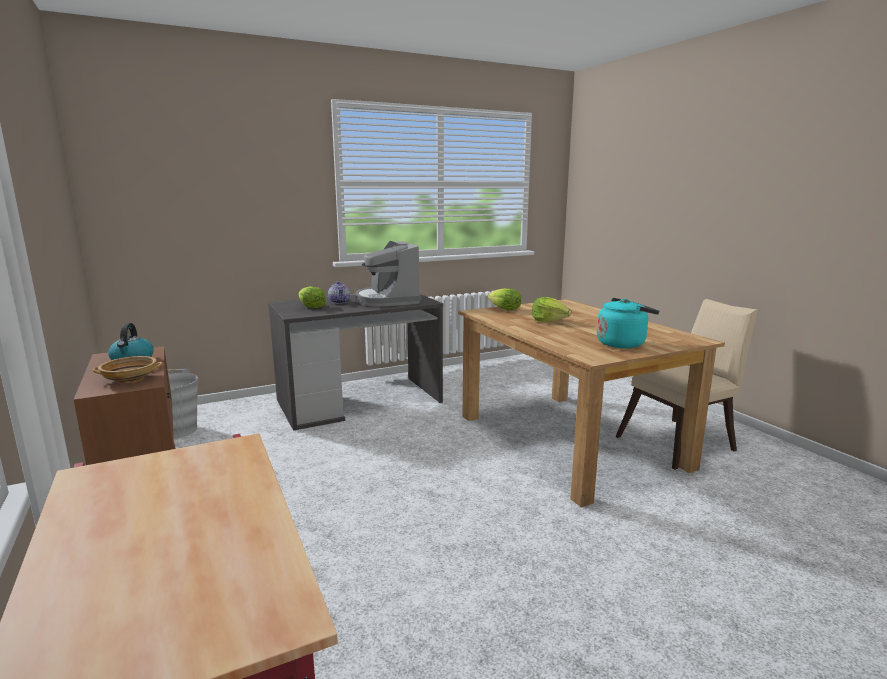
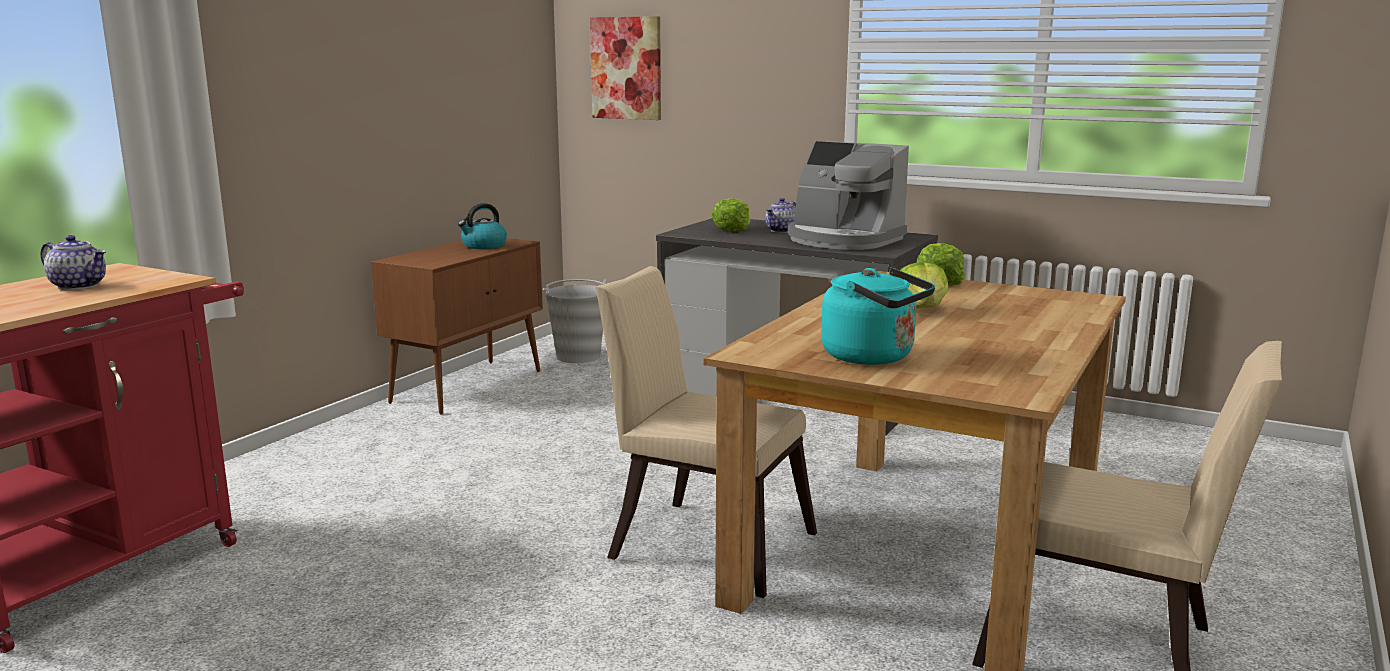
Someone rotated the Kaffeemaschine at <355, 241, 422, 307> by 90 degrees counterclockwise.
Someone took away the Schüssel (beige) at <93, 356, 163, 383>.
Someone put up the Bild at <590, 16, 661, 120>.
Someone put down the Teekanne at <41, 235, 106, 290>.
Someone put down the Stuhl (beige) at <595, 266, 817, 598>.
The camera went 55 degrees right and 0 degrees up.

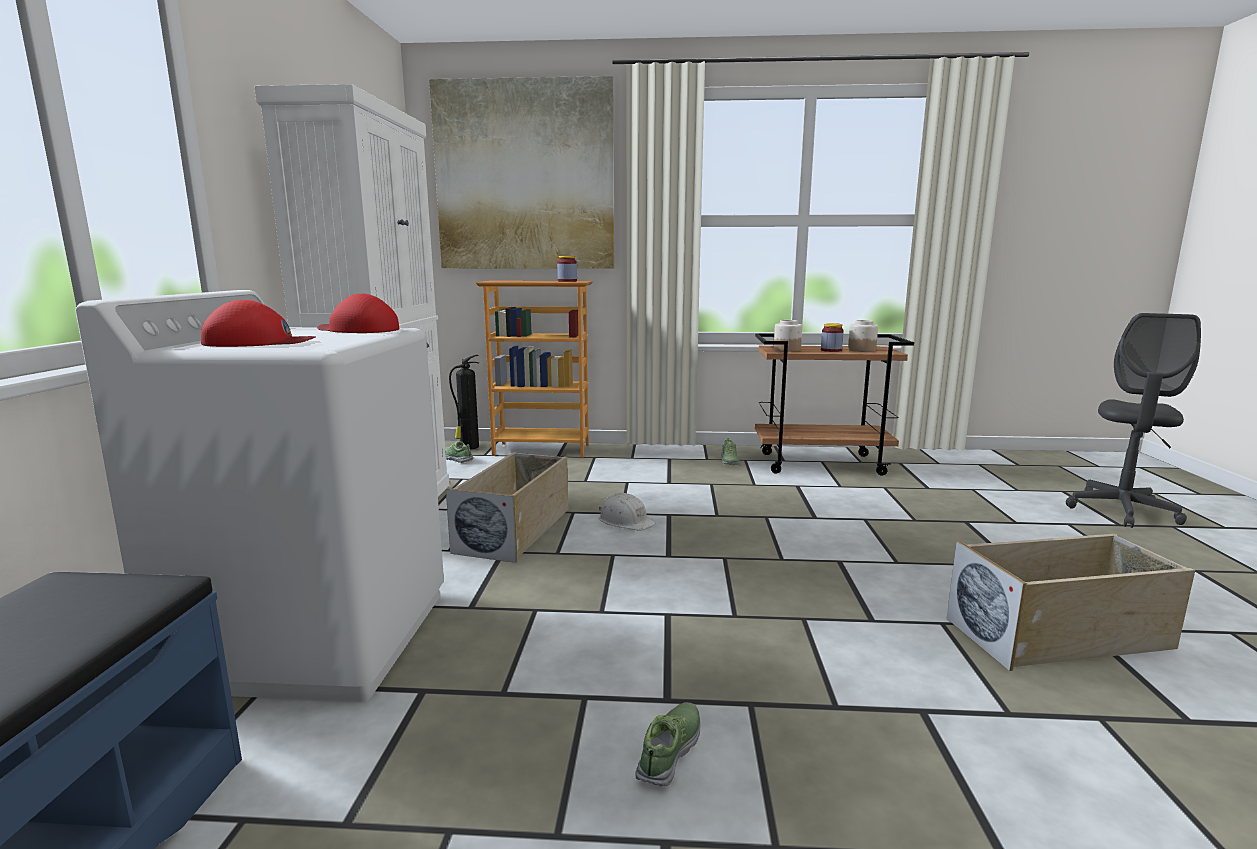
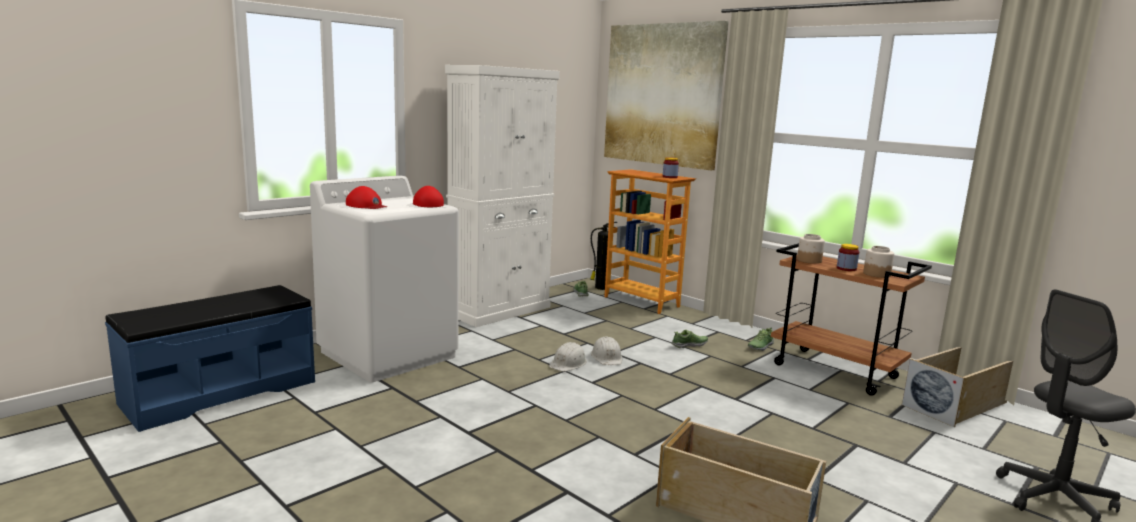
Someone carried the Aufbewahrungsbox (beige) from <446, 452, 568, 563> to <902, 347, 1013, 427>.
Someone carried the Schuh from <635, 702, 701, 787> to <671, 330, 708, 348>.
Someone put down the Schutzhelm (weiß) at <549, 342, 587, 371>.
The camera went 40 degrees right and 0 degrees up.

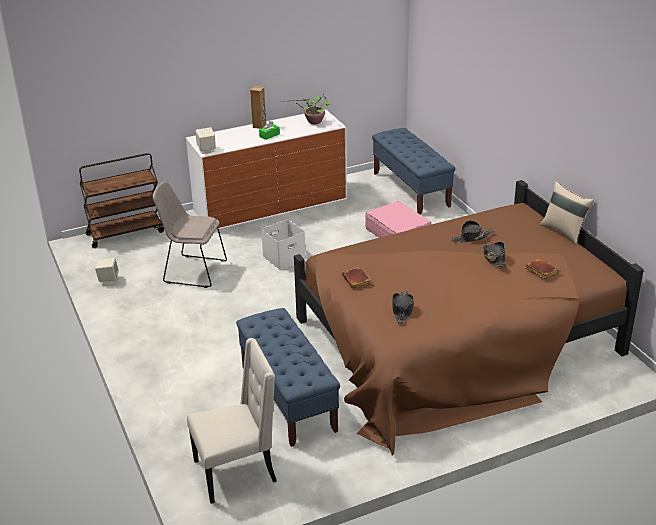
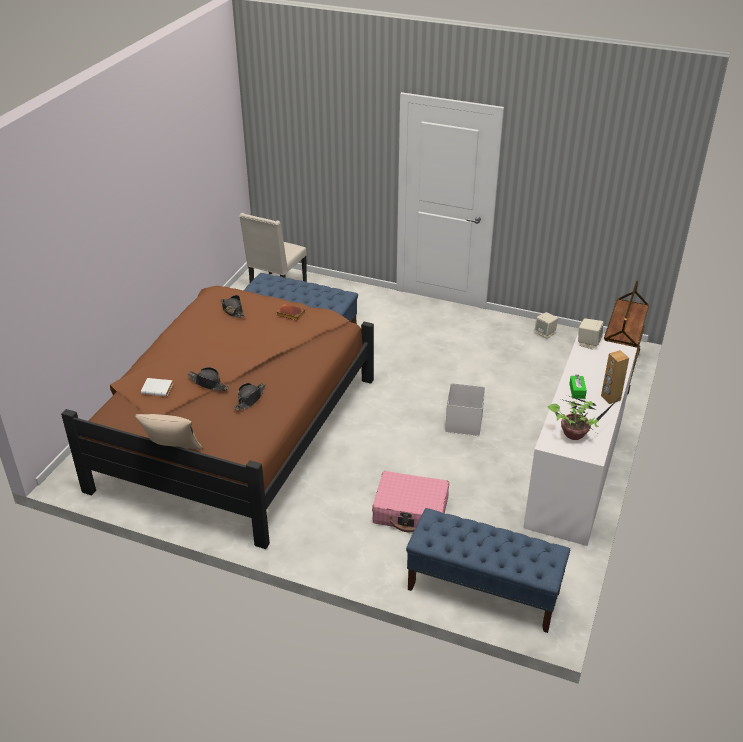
Someone took away the Stuhl (beige) at <153, 181, 227, 288>.
Someone repainted the Buch (braun) at <526, 259, 559, 279>, which became the Buch (weiß) at <141, 378, 173, 396>.
The camera went 135 degrees right and 5 degrees up.

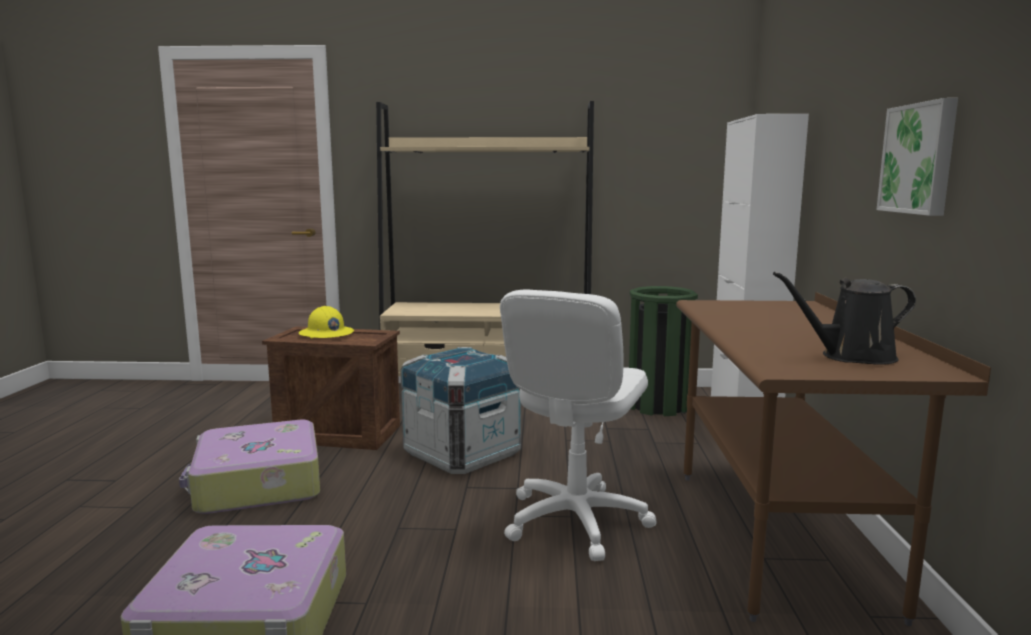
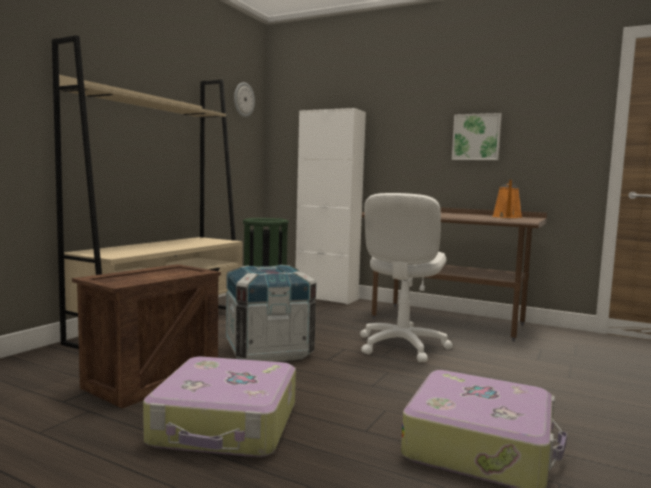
Someone repainted the Gießkanne (schwarz) at <773, 272, 916, 365>, which became the Gießkanne (orange) at <492, 179, 523, 218>.
Someone rotated the Bürostuhl (weiß) at <500, 289, 657, 561> by 60 degrees clockwise.
Someone took away the Schutzhelm (gelb) at <299, 306, 354, 338>.
Someone put up the Wanduhr at <234, 82, 255, 117>.
The camera went 65 degrees left and 5 degrees down.

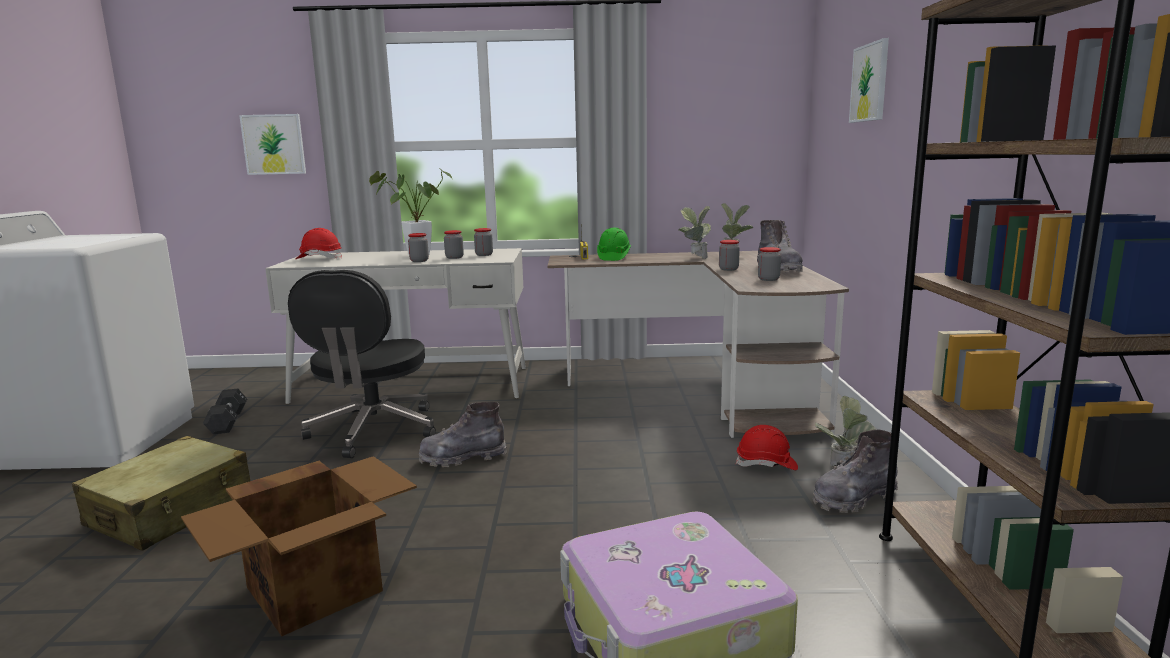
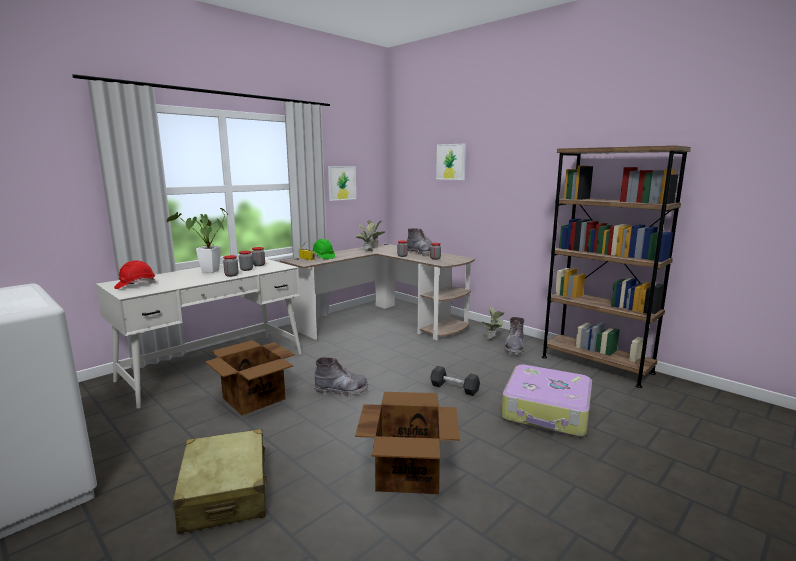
Someone carried the Bild from <239, 114, 306, 175> to <328, 166, 356, 201>.
Someone swapped the Bürostuhl (schwarz) at <288, 270, 436, 458> for the Karton at <205, 340, 295, 415>.
Someone carried the Hantel (schwarz) from <203, 389, 247, 434> to <430, 366, 480, 396>.
Someone rotated the Stiefel (grau) at <419, 401, 507, 467> by 120 degrees counterclockwise.
Someone took away the Schutzhelm (rot) at <736, 425, 798, 470>.
The camera went 45 degrees left and 0 degrees up.

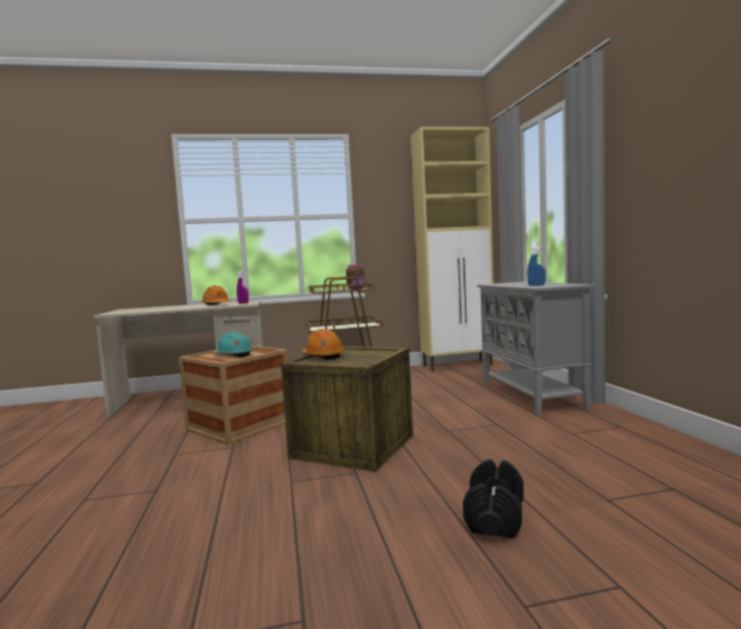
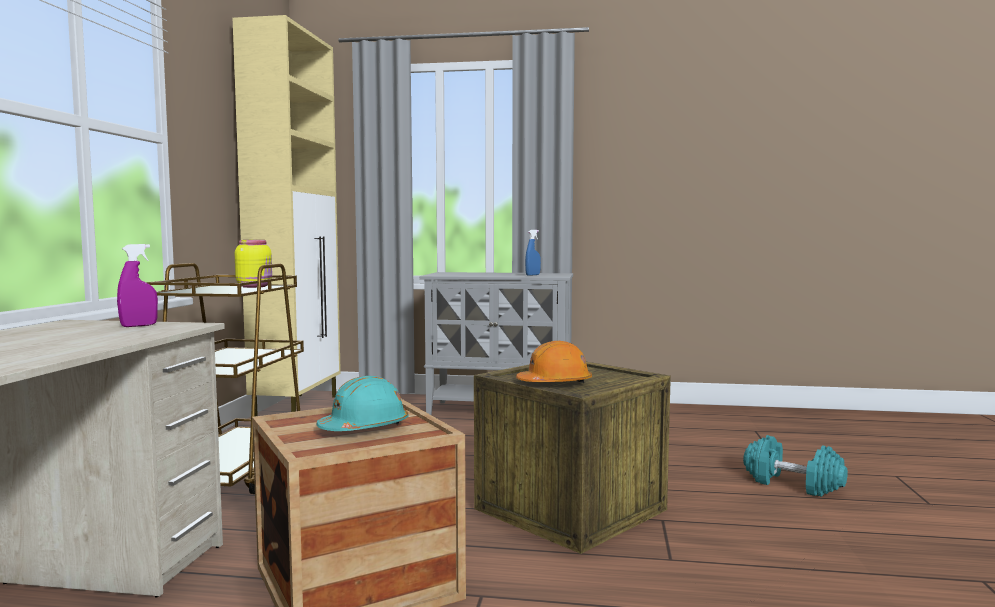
Someone repainted the Vorratsglas (braun) at <346, 264, 365, 290>, which became the Vorratsglas (gelb) at <235, 240, 272, 288>.
Someone took away the Schutzhelm (orange) at <201, 285, 231, 305>.
Someone repainted the Hantel (schwarz) at <463, 459, 524, 538>, which became the Hantel (türkis) at <743, 435, 848, 497>.
The camera went 70 degrees left and 0 degrees up.

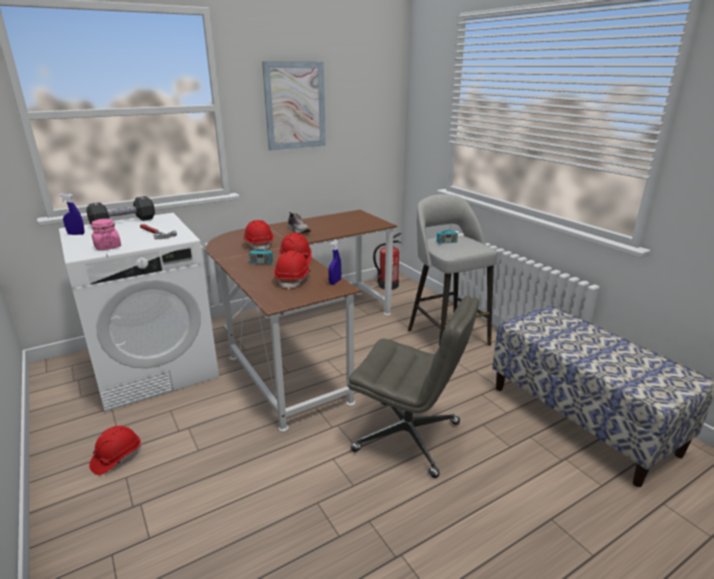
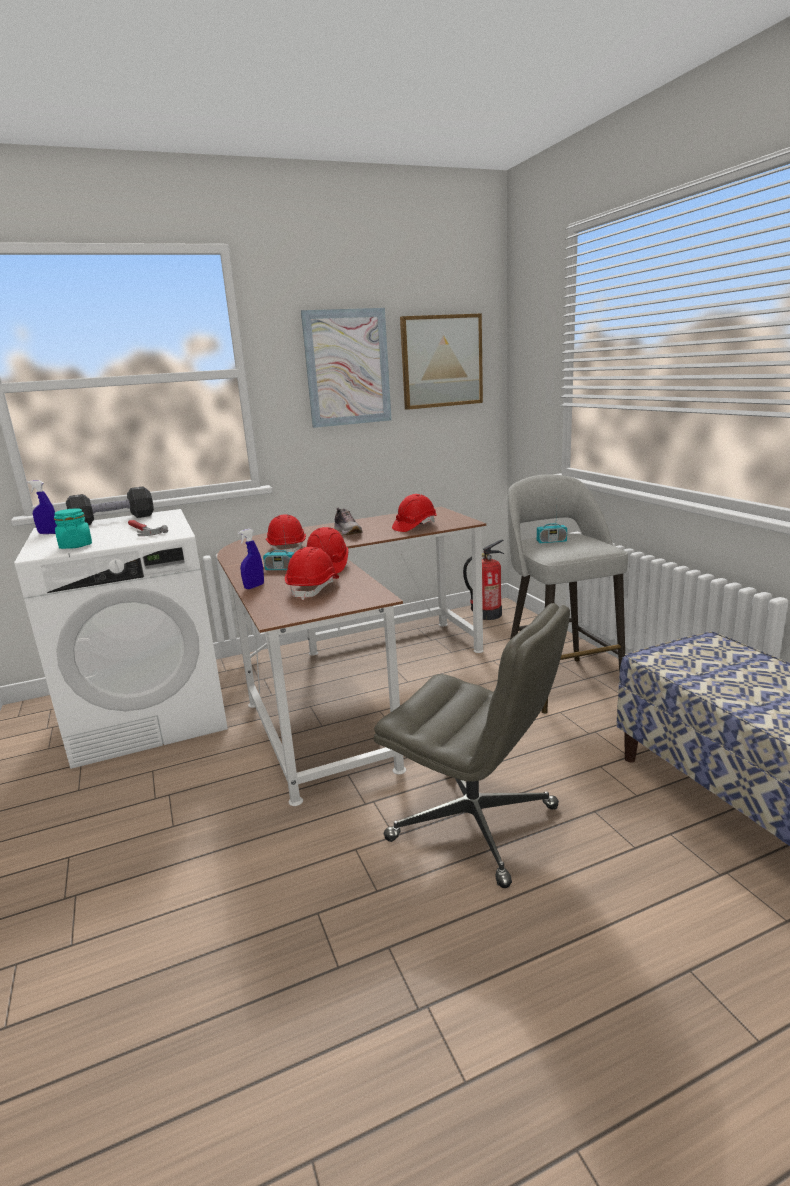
Someone repainted the Vorratsglas (rosa) at <91, 219, 121, 250>, which became the Vorratsglas (türkis) at <54, 508, 92, 549>.
Someone carried the Sprühflasche (blau) from <329, 240, 341, 285> to <238, 529, 264, 589>.
Someone carried the Schutzhelm (rot) from <89, 426, 141, 475> to <392, 494, 437, 532>.
Someone put up the Bild at <400, 313, 483, 410>.
The camera went 10 degrees right and 5 degrees down.

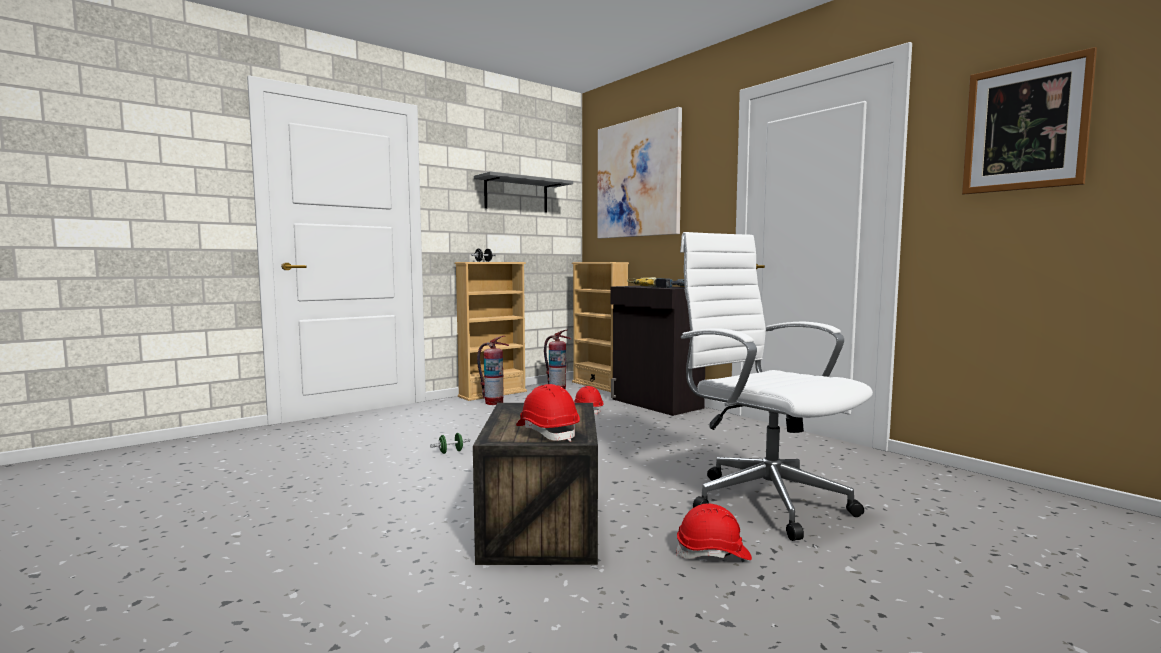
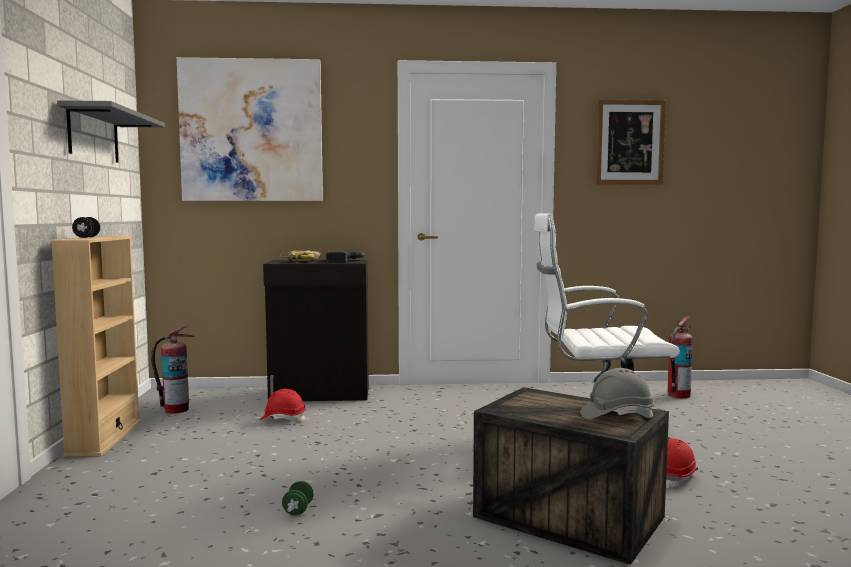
Someone took away the Bücherregal (beige) at <572, 262, 629, 392>.
Someone carried the Feuerlöscher from <477, 336, 509, 405> to <668, 316, 693, 398>.
Someone repainted the Schutzhelm (rot) at <516, 384, 580, 442>, which became the Schutzhelm (grau) at <580, 368, 654, 419>.
The camera went 55 degrees left and 0 degrees up.

